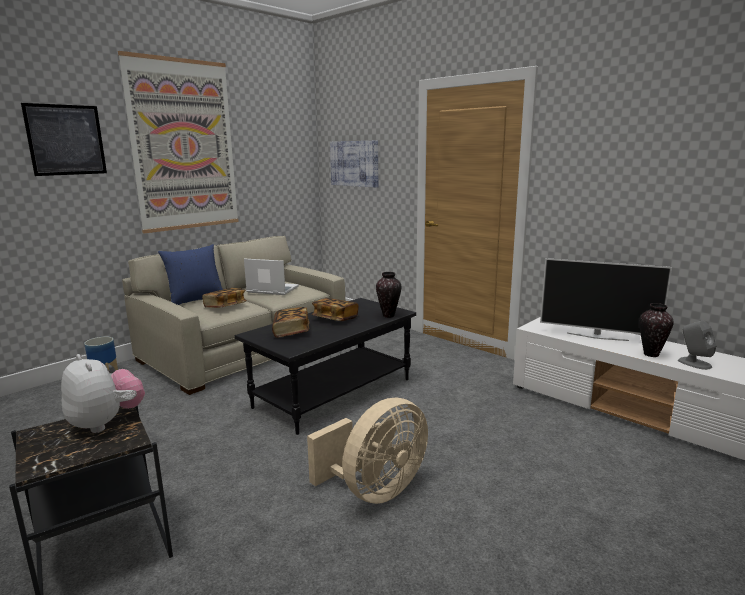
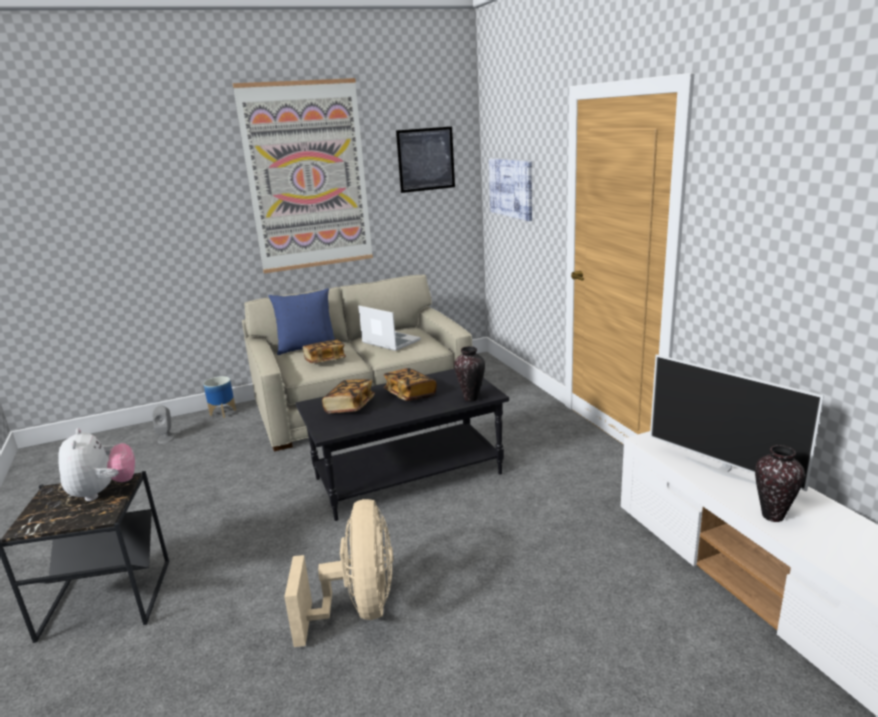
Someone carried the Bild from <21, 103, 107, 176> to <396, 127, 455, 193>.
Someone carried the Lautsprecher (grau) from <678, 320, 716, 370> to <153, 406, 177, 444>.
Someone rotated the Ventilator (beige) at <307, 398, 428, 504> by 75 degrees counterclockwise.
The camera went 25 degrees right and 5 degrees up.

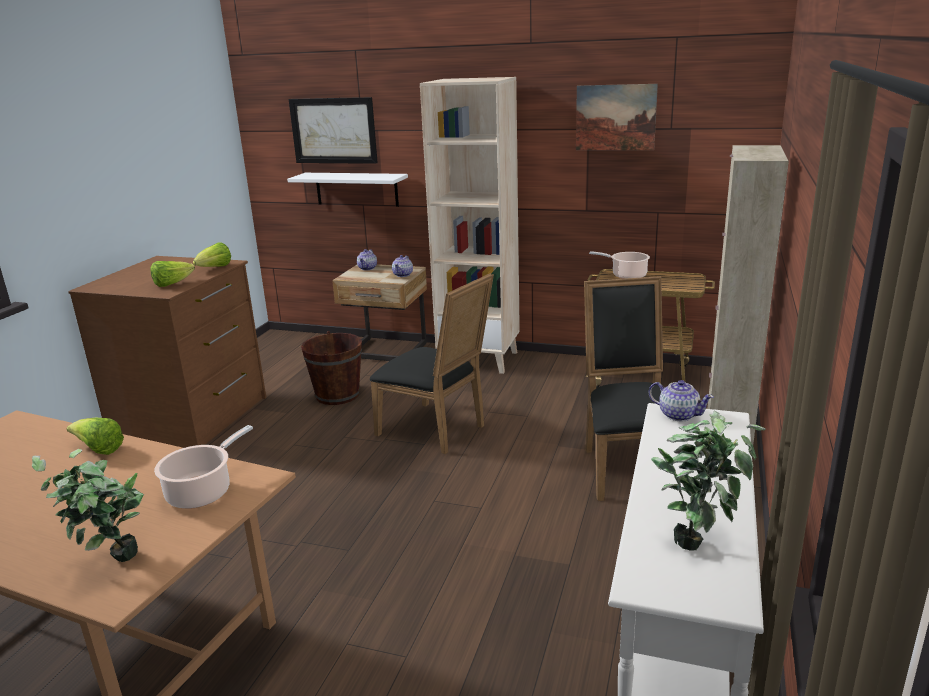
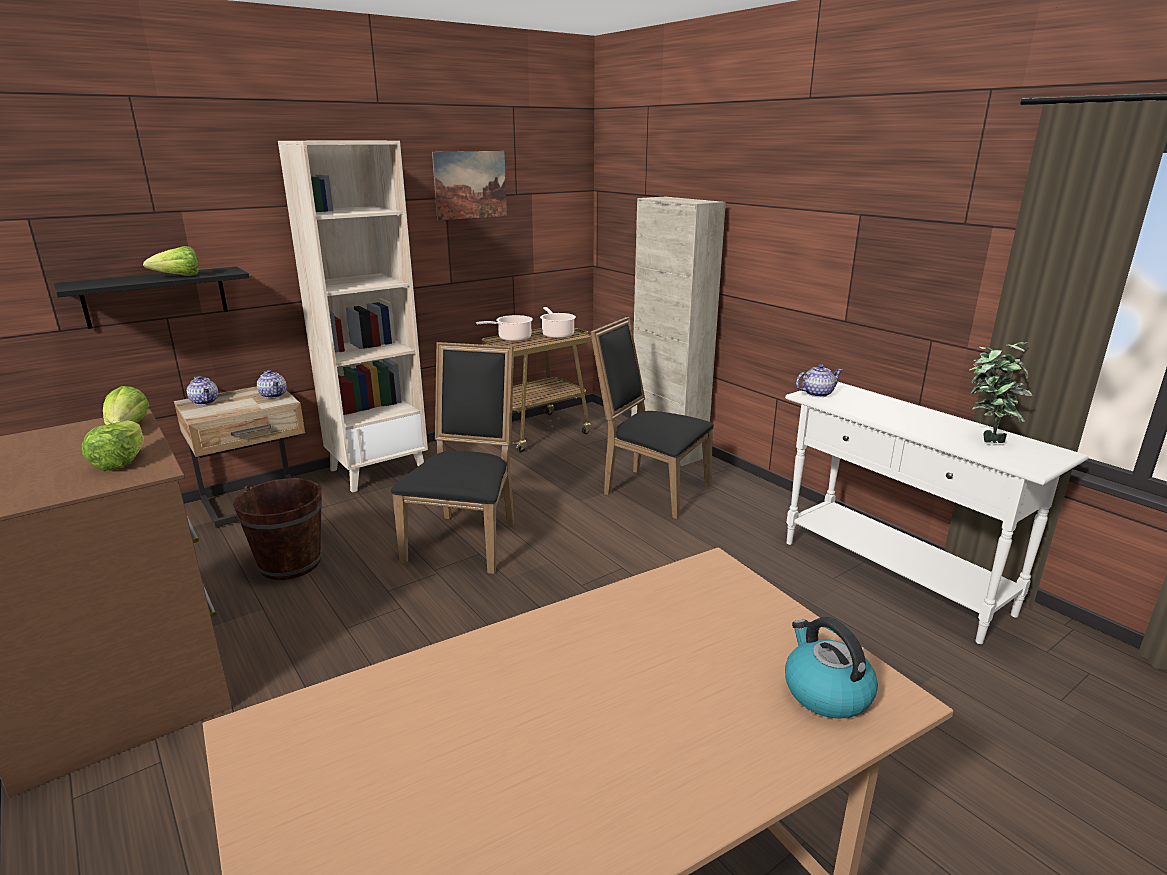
Someone took away the Bild at <289, 97, 378, 164>.
Someone repainted the Wandregal (weiß) at <287, 173, 408, 207>, which became the Wandregal (schwarz) at <54, 266, 249, 329>.
Someone rotated the Stuhl (schwarz) at <370, 273, 494, 454> by 60 degrees counterclockwise.
Someone carried the Salatkopf from <67, 418, 124, 455> to <143, 246, 199, 276>.
Someone carried the Kochtopf from <154, 425, 253, 509> to <540, 307, 576, 338>.
Someone swapped the Topfpflanze at <32, 449, 144, 562> for the Wasserkessel at <785, 617, 878, 719>.
The camera went 55 degrees left and 0 degrees up.

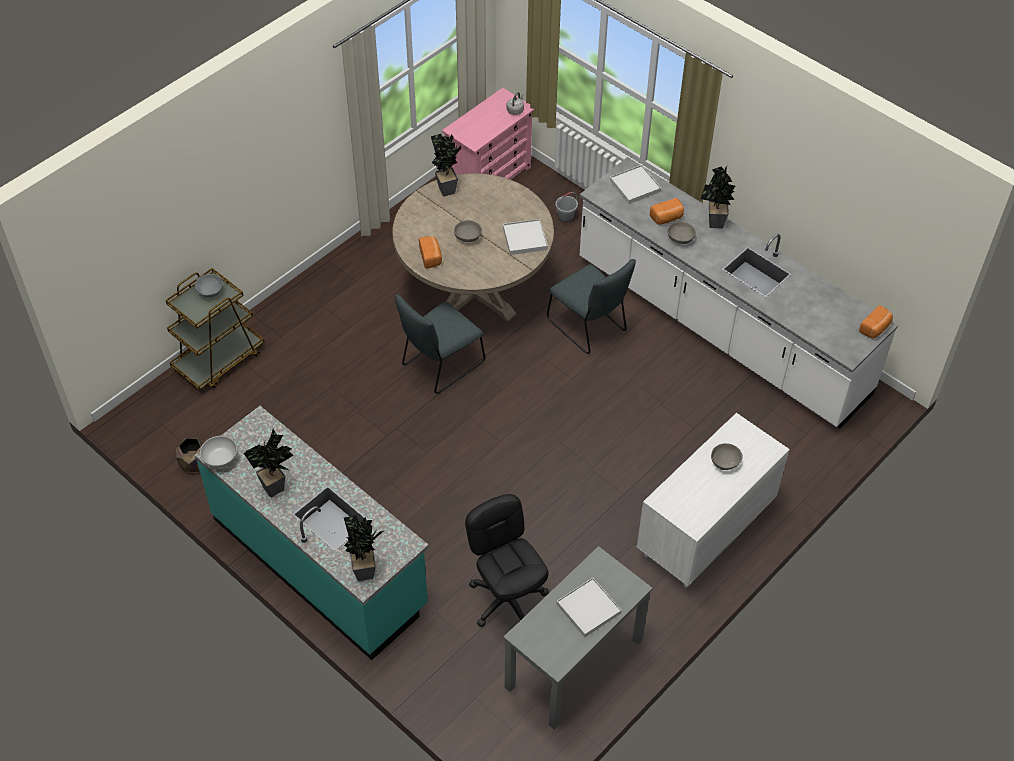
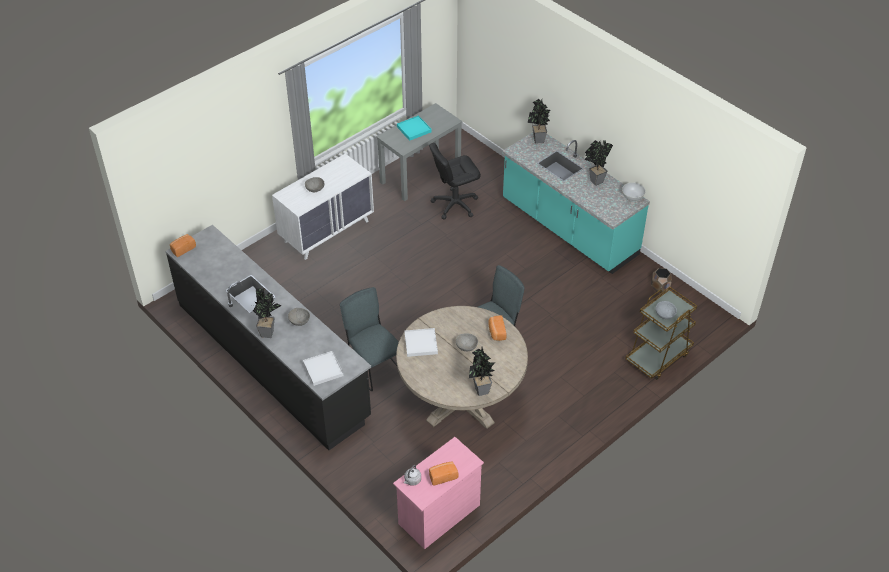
Someone repainted the Küchenzeile (weiß) at <580, 157, 898, 428>, which became the Küchenzeile (schwarz) at <165, 225, 371, 450>.
Someone took away the Eimer (grau) at <555, 192, 578, 223>.
Someone carried the Brot from <650, 198, 684, 225> to <429, 461, 459, 486>.
Someone rotated the Bürostuhl (schwarz) at <465, 494, 549, 627> by 90 degrees clockwise.
Someone repainted the Tablett (weiß) at <557, 578, 622, 637>, which became the Tablett (türkis) at <397, 115, 432, 141>.
The camera went 175 degrees left and 5 degrees down.

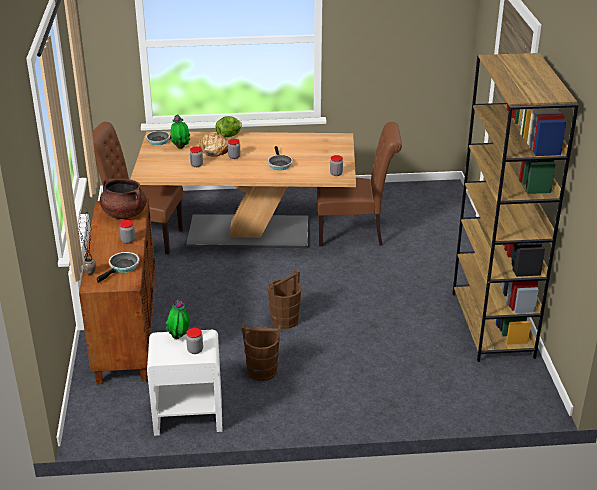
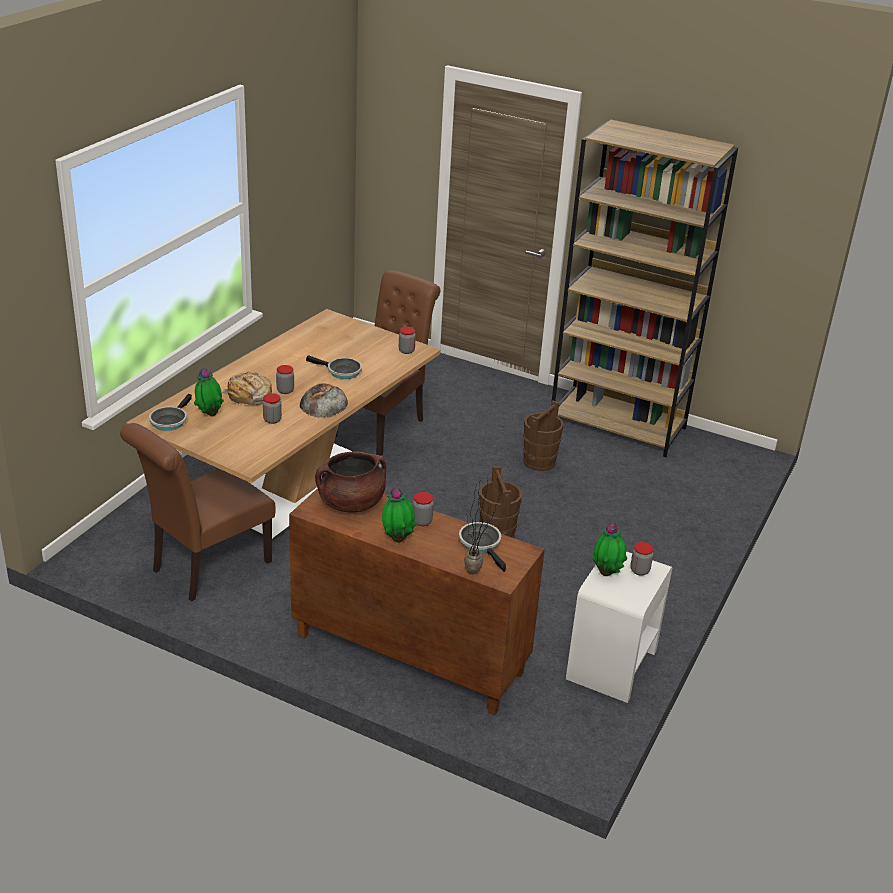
Someone took away the Salatkopf at <215, 116, 242, 138>.
Someone carried the Eimer (braun) from <241, 324, 282, 381> to <523, 400, 564, 471>.
Someone put down the Brot at <299, 383, 348, 418>.
Someone put down the Topfpflanze at <382, 487, 417, 543>.
The camera went 60 degrees left and 0 degrees up.

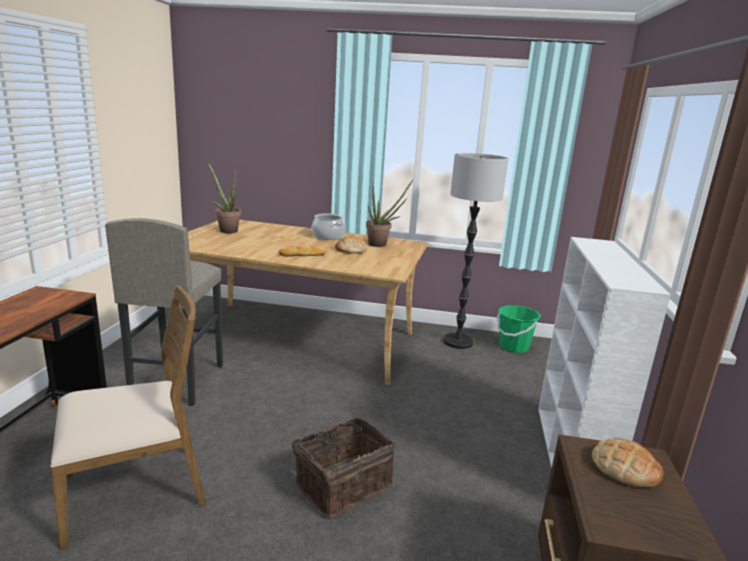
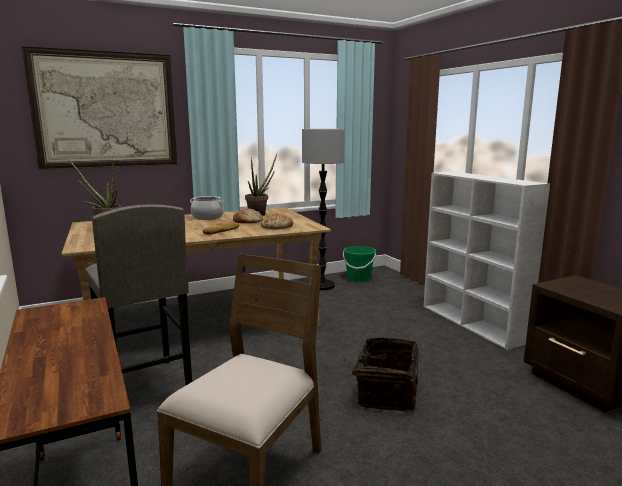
Someone carried the Brot from <592, 438, 663, 487> to <261, 214, 293, 229>.
Someone put up the Bild at <22, 46, 177, 170>.
The camera went 35 degrees left and 5 degrees down.

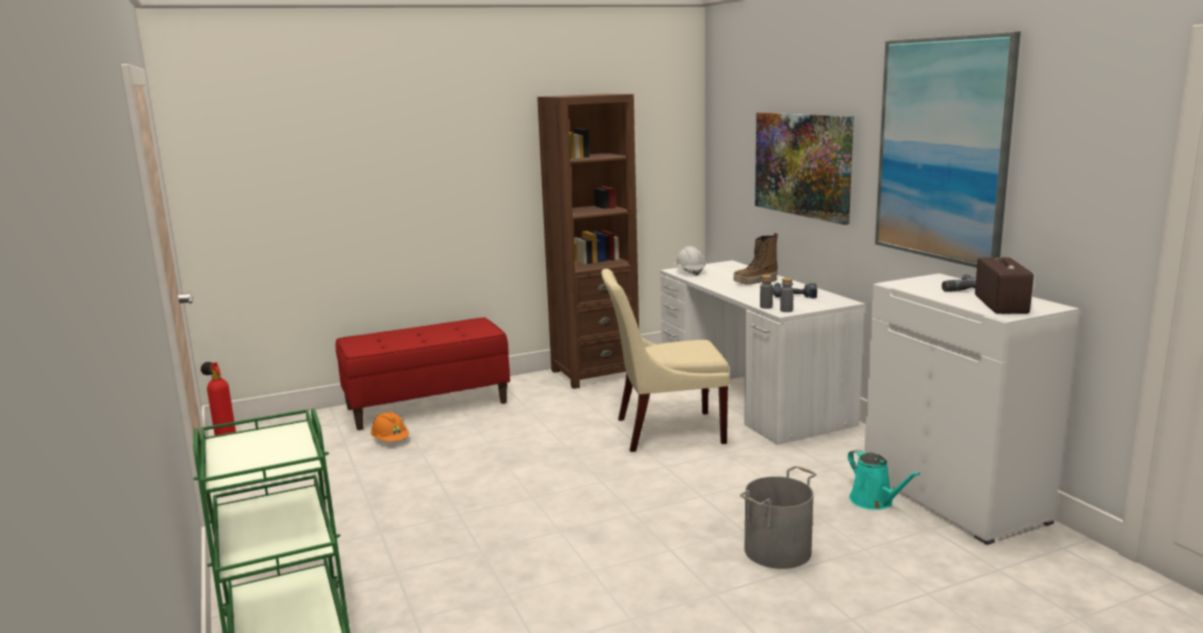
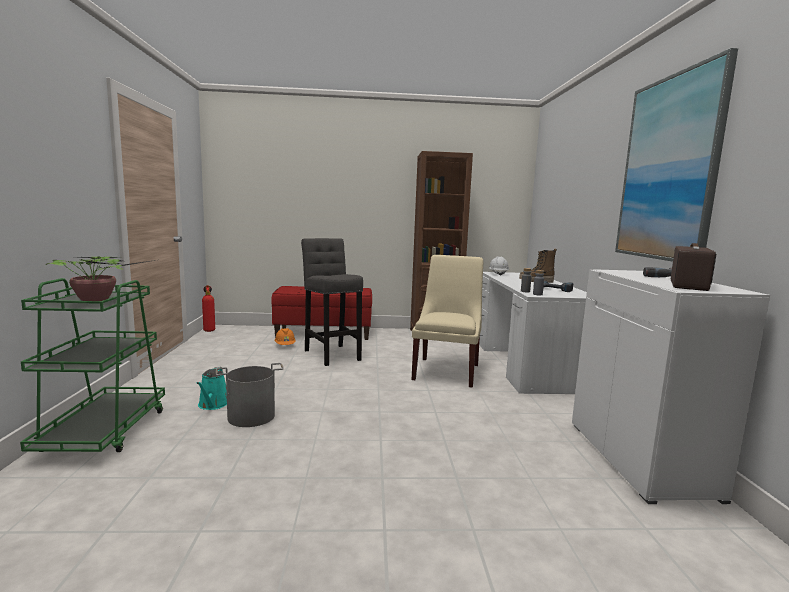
Someone took away the Bild at <755, 112, 854, 225>.
Someone rotated the Stuhl (beige) at <601, 269, 730, 452> by 90 degrees clockwise.
Someone carried the Gießkanne (türkis) from <848, 449, 921, 510> to <196, 367, 227, 410>.
Someone carried the Eimer (grau) from <740, 466, 817, 569> to <216, 363, 284, 427>.
Someone put down the Hocker (grau) at <301, 238, 363, 366>.
Someone put down the Topfpflanze at <46, 256, 155, 301>.
The camera went 20 degrees right and 5 degrees down.

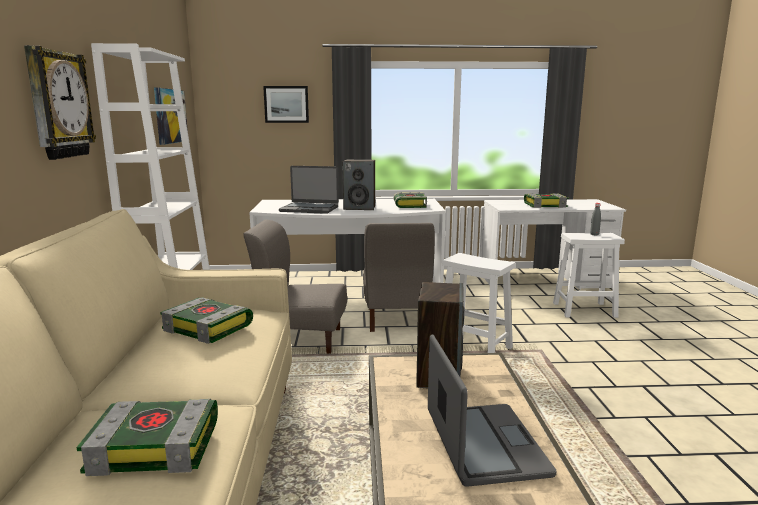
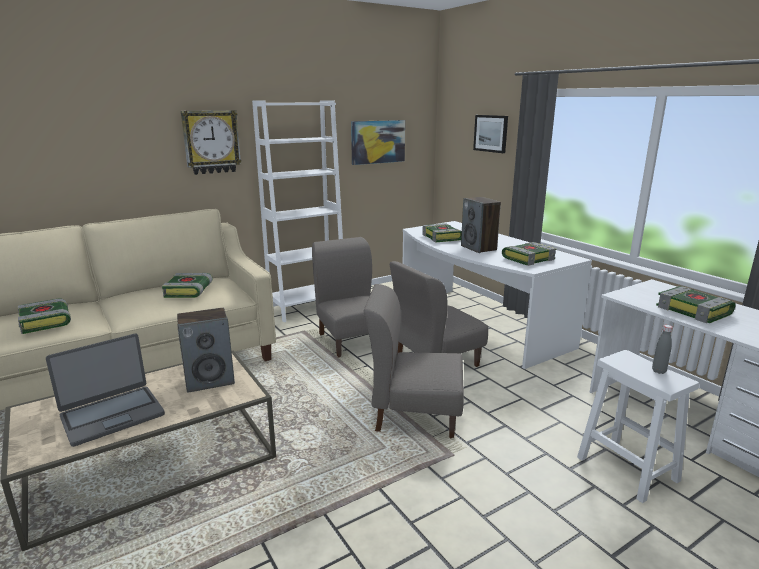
Someone swapped the Laptop at <279, 166, 339, 214> for the Buch at <422, 223, 462, 243>.
Someone swapped the Hocker (weiß) at <442, 253, 516, 353> for the Stuhl (grau) at <363, 284, 464, 438>.
The camera went 60 degrees right and 5 degrees up.

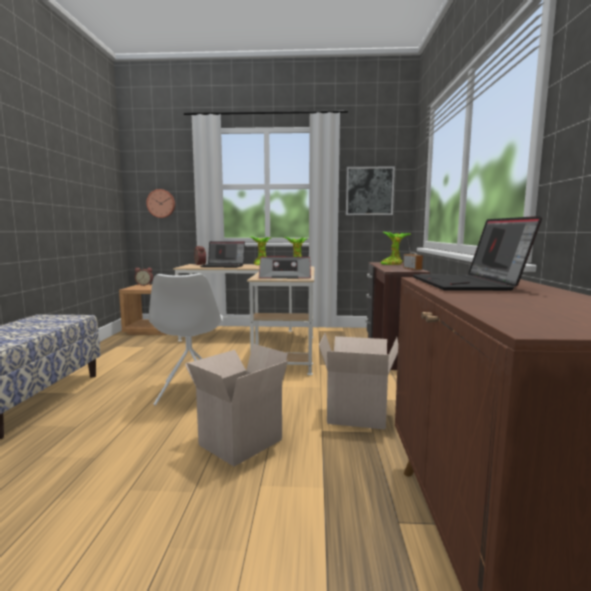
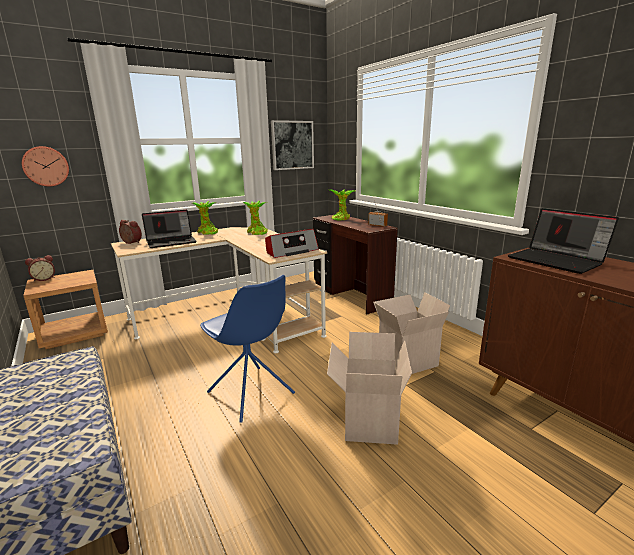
Someone repainted the Stuhl (weiß) at <149, 273, 223, 406>, which became the Stuhl (blau) at <200, 275, 295, 423>.
The camera went 35 degrees left and 10 degrees up.

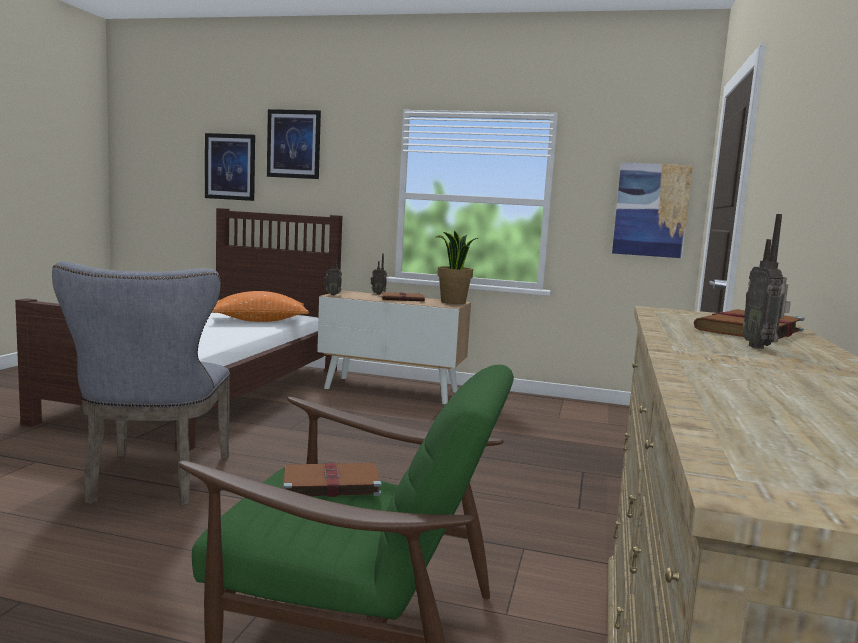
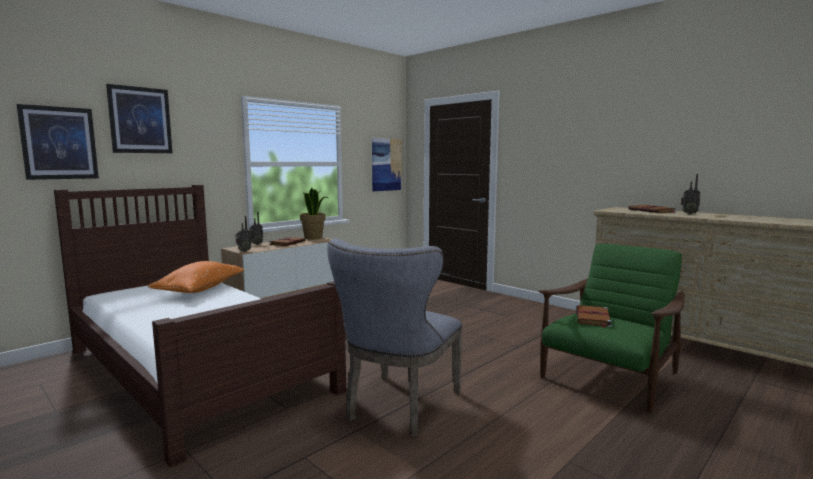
Someone rotated the Stuhl (grau) at <52, 261, 230, 505> by 90 degrees clockwise.
The camera went 60 degrees left and 0 degrees up.

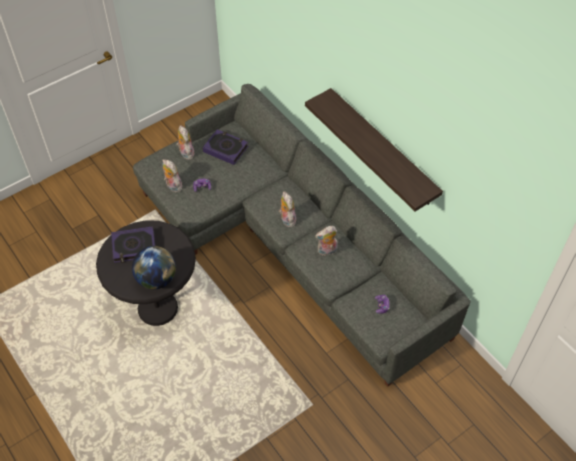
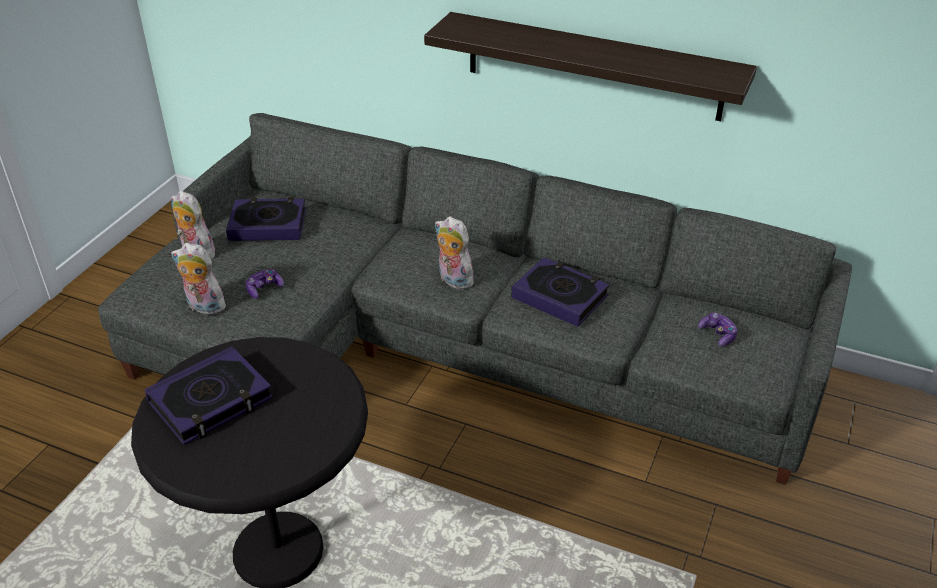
Someone swapped the Plüschtier at <315, 226, 338, 256> for the Buch at <511, 257, 610, 327>.
Someone took away the Globus at <132, 246, 176, 289>.
The camera went 30 degrees left and 15 degrees down.

